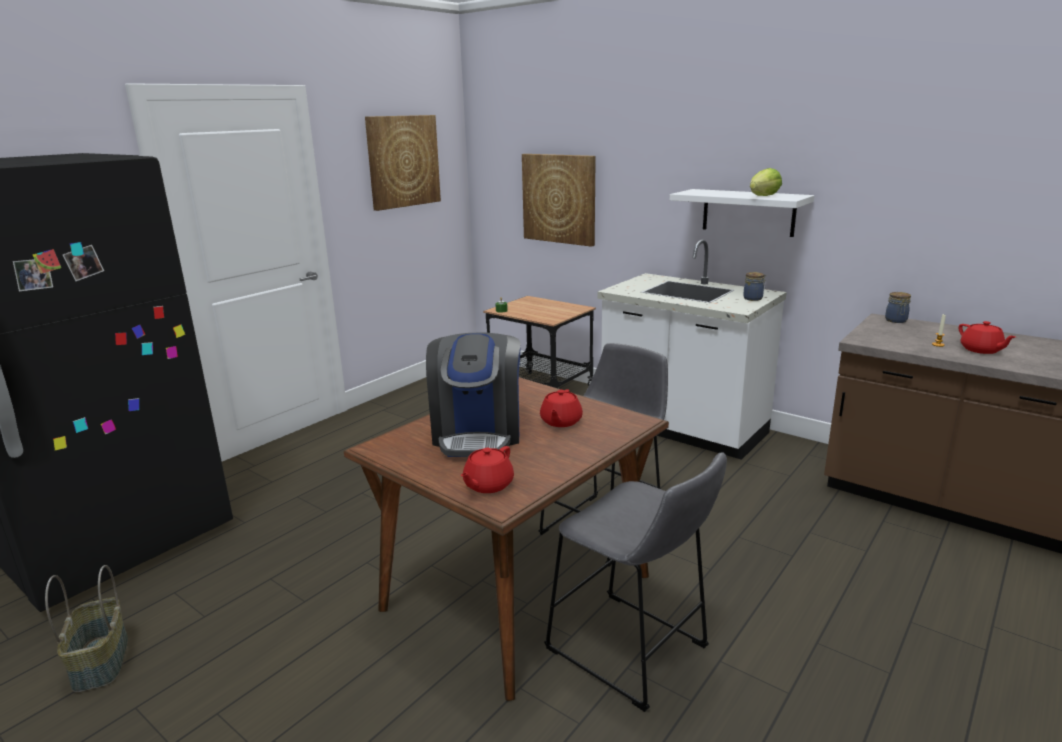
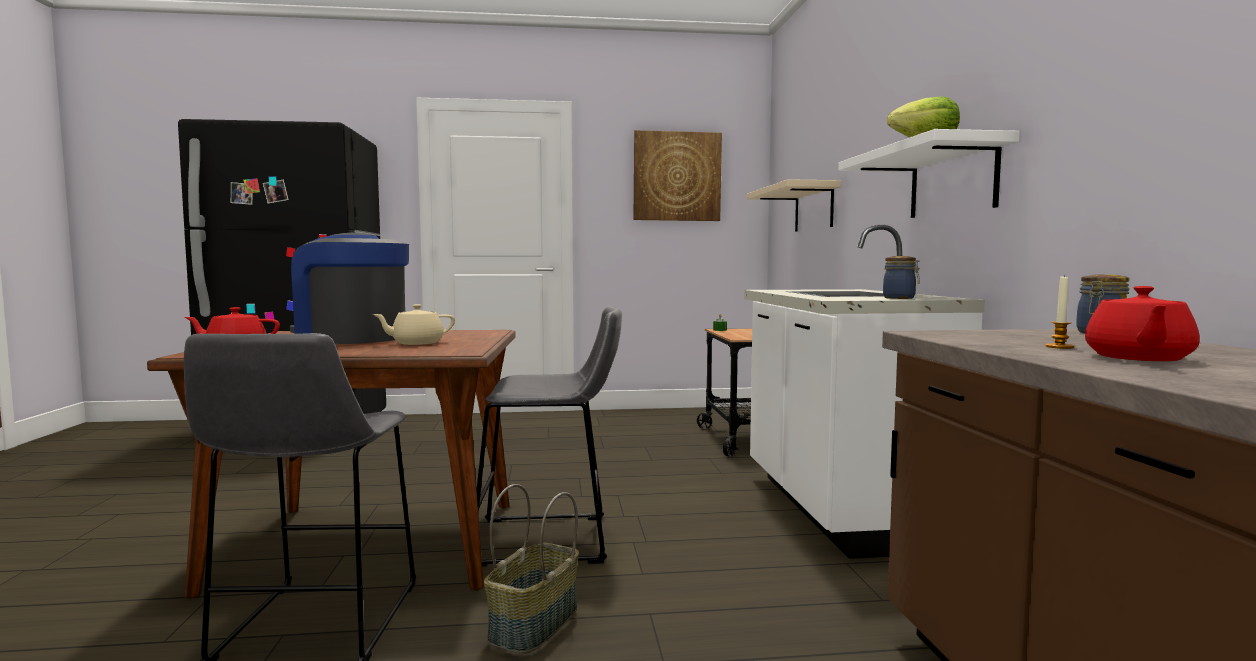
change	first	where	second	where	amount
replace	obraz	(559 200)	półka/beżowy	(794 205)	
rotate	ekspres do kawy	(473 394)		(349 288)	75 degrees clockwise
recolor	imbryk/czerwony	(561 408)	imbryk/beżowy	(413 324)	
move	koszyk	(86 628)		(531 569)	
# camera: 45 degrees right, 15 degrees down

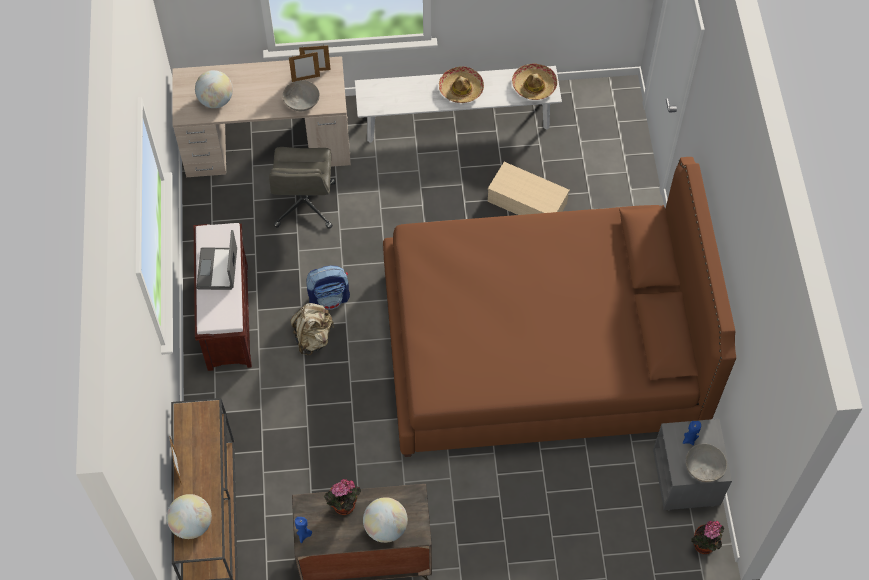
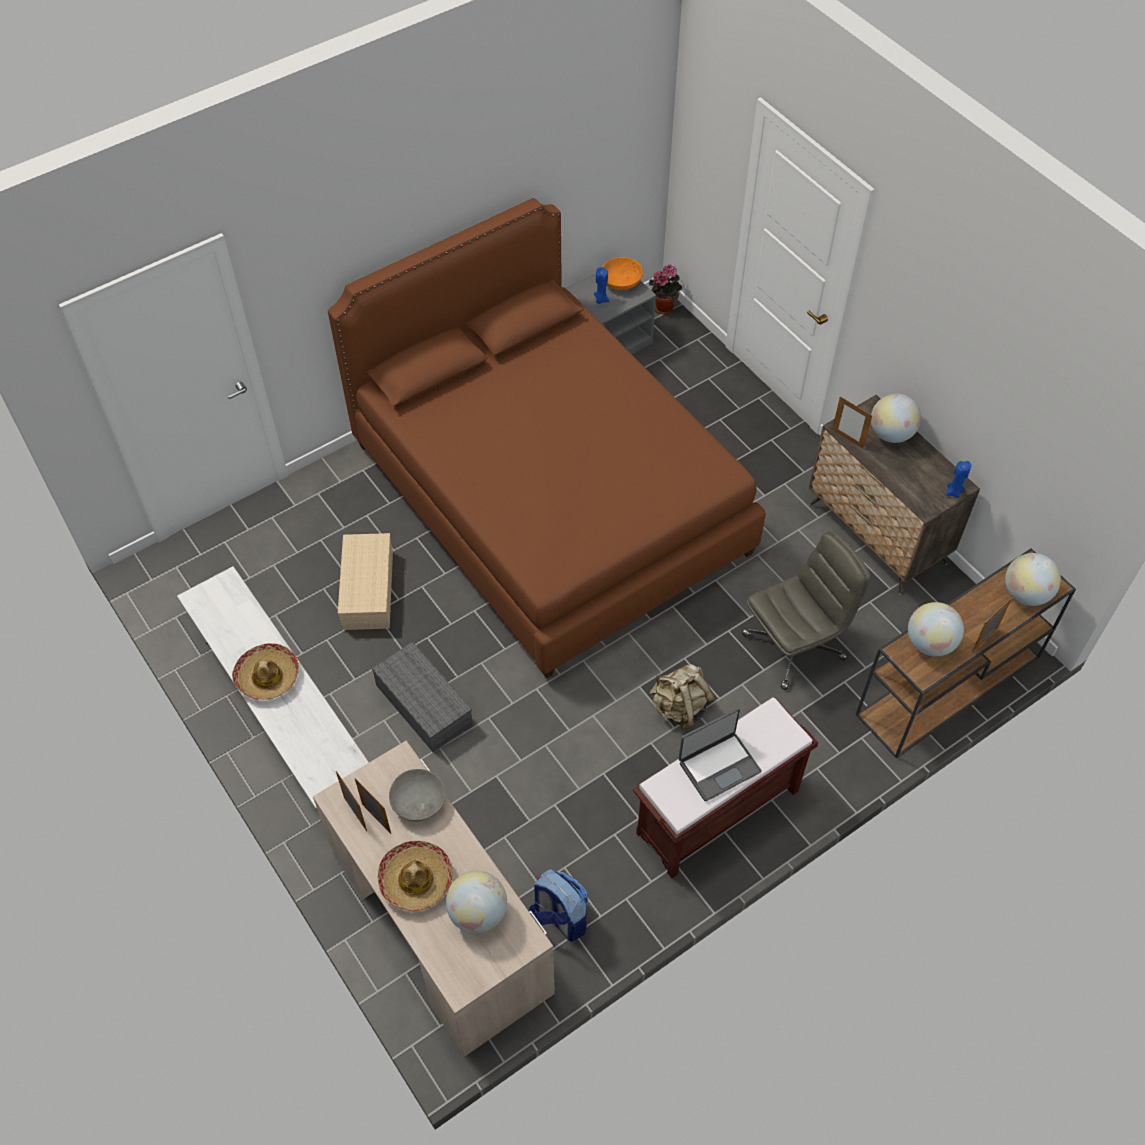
change	first	where	second	where	amount
move	kapelusz	(534 81)		(415 876)	
move	krzesło biurowe/szary	(302 188)		(806 610)	
move	plecak	(328 288)		(558 905)	
recolor	miska/szary	(706 463)	miska/pomarańczowy	(623 273)	
delete	roślina doniczkowa	(342 497)			
insert			ramka na zdjęcie	(852 422)	
insert			globus	(936 629)	
insert			pojemnik do przechowywania/szary	(422 697)	
# camera: 120 degrees left, 5 degrees down

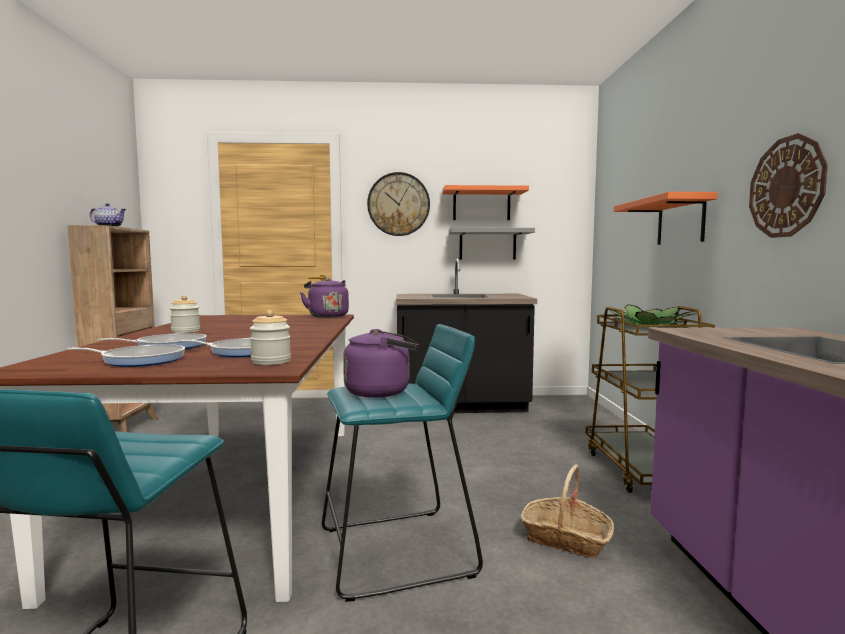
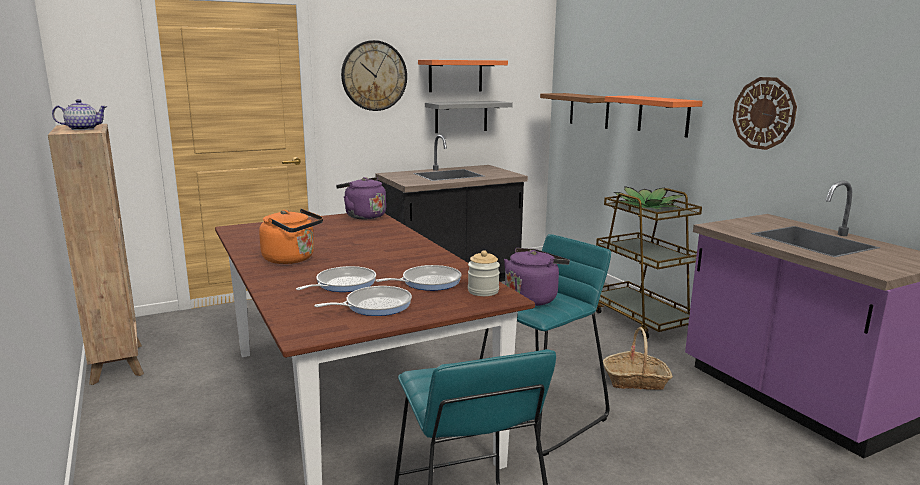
change	first	where	second	where	amount
replace	słoik	(185 314)	czajnik/pomarańczowy	(291 236)	
insert			półka/brązowy	(574 111)	
# camera: 25 degrees left, 10 degrees up

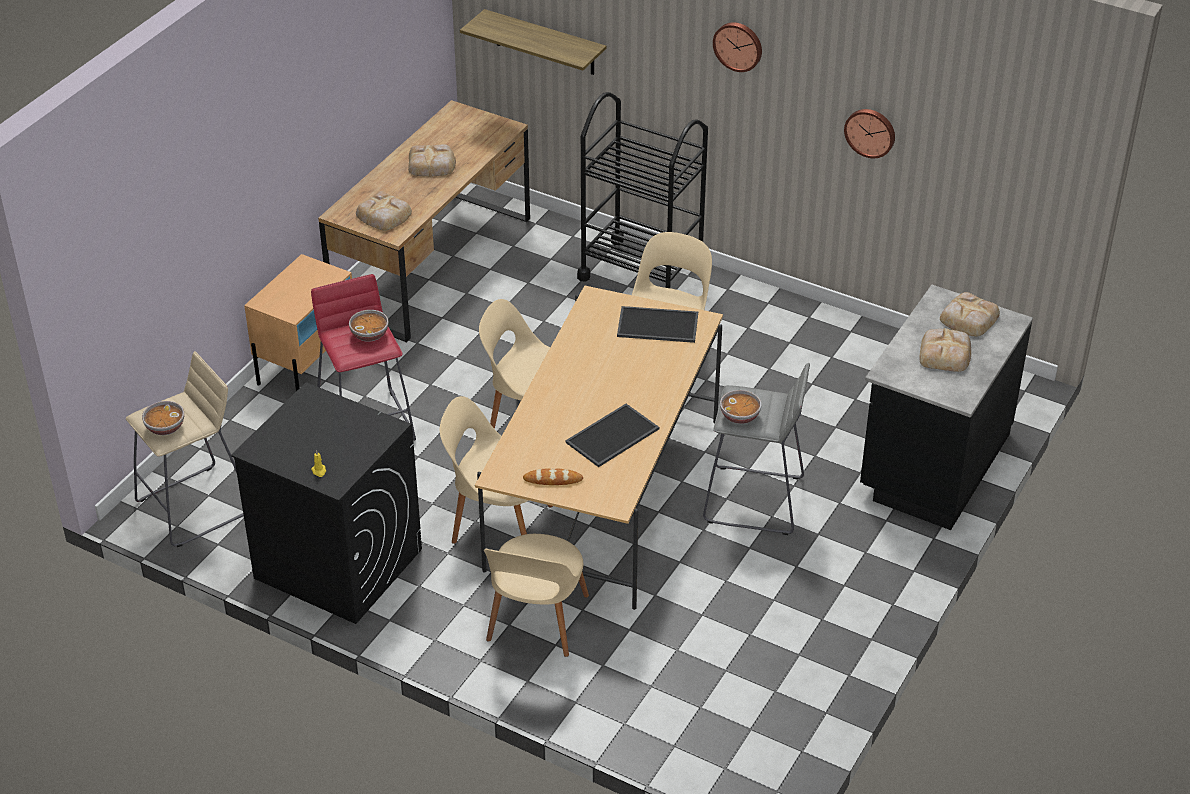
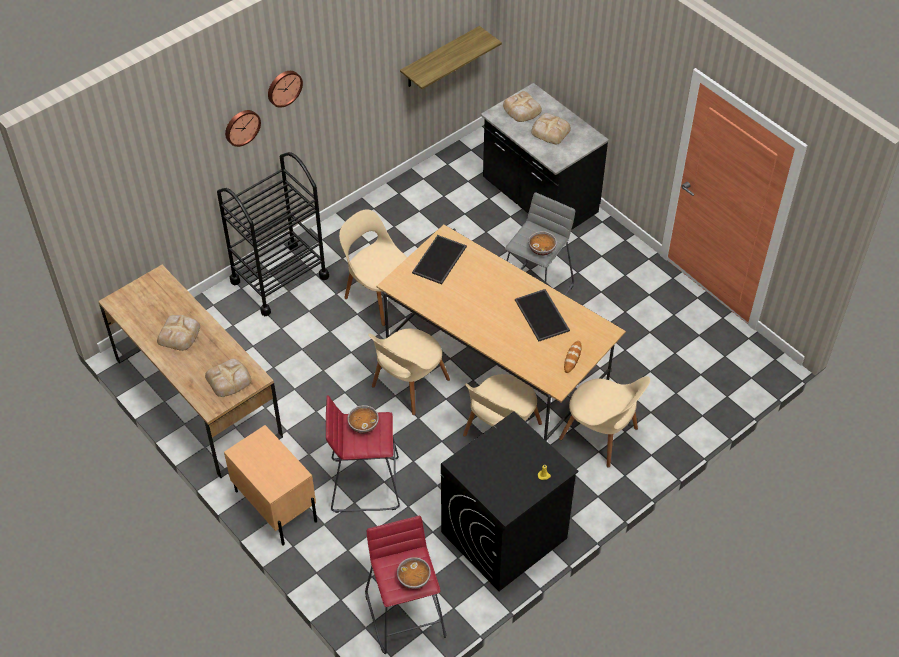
change	first	where	second	where	amount
move	półka	(533 42)		(451 57)	
move	zegar ścienny	(869 133)		(243 128)	
recolor	stołek/beżowy	(185 449)	stołek/czerwony	(405 585)	
# camera: 70 degrees left, 10 degrees up

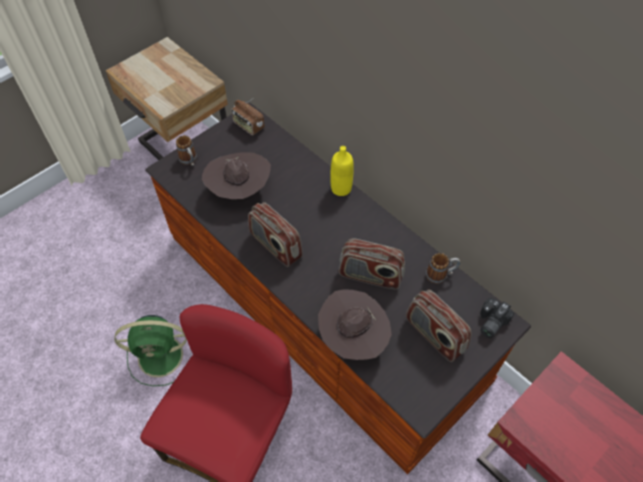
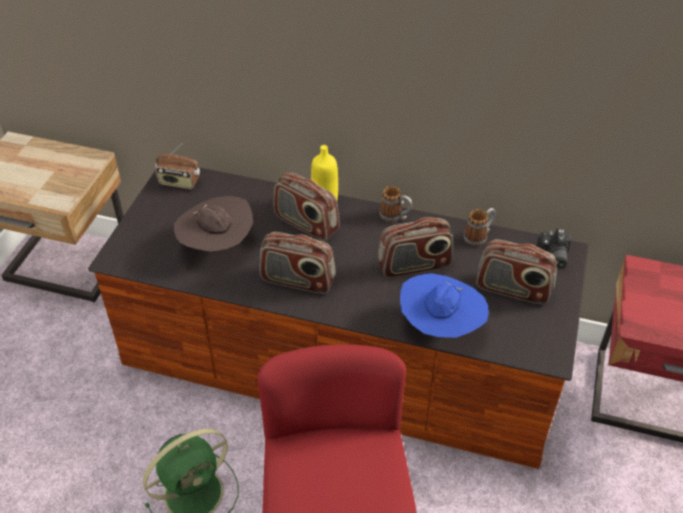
change	first	where	second	where	amount
move	kubek	(186 150)		(395 204)	
recolor	kapelusz/brązowy	(355 324)	kapelusz/niebieski	(444 305)	
insert			radio	(306 207)	
# camera: 30 degrees left, 10 degrees down

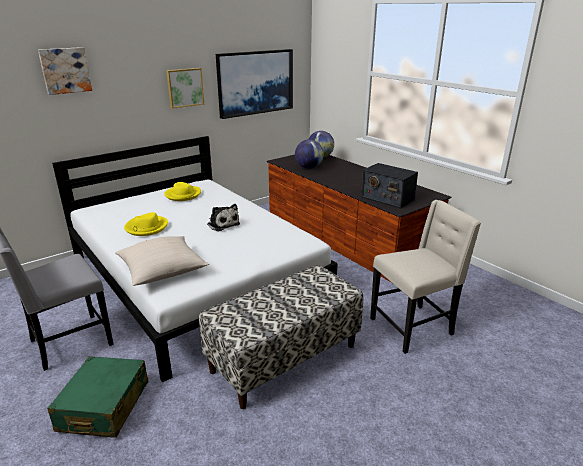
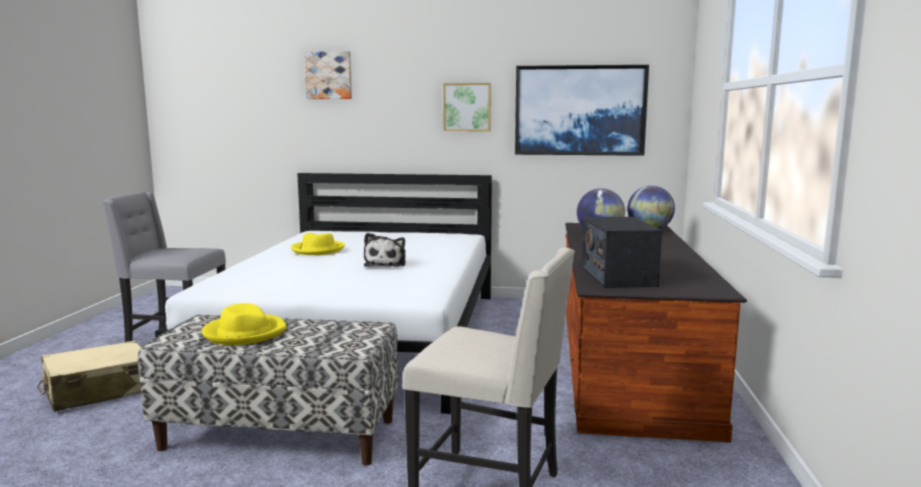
change	first	where	second	where	amount
move	kapelusz/żółty	(182 191)		(244 324)	
delete	poduszka/beżowy	(162 261)			
recolor	walizka/zielony	(97 397)	walizka/beżowy	(89 376)	
# camera: 45 degrees right, 15 degrees down

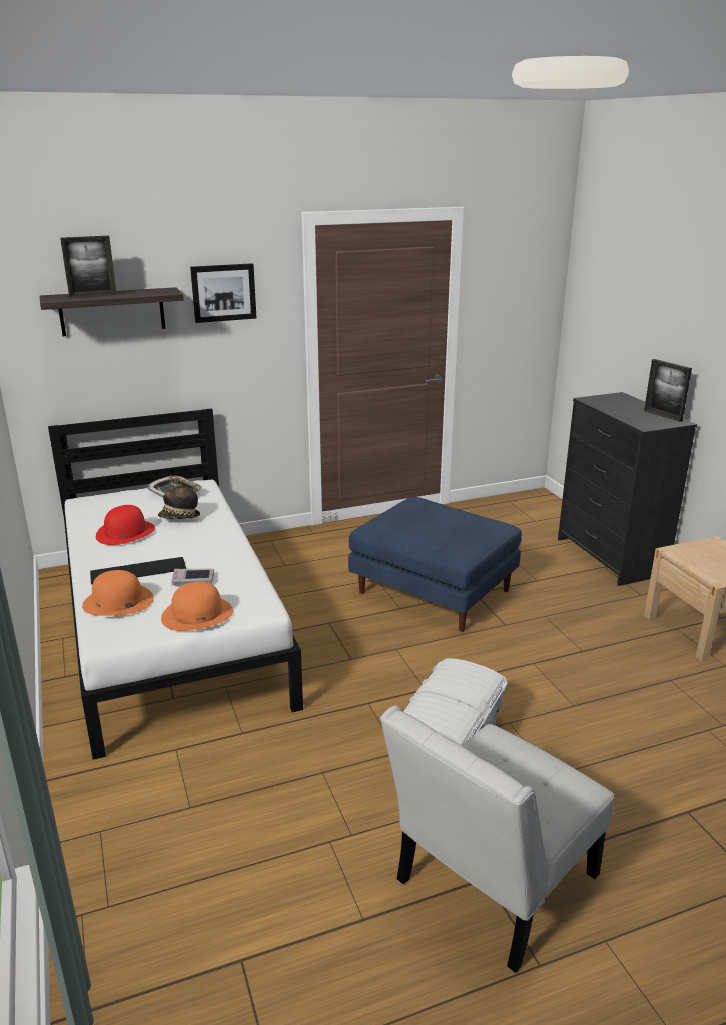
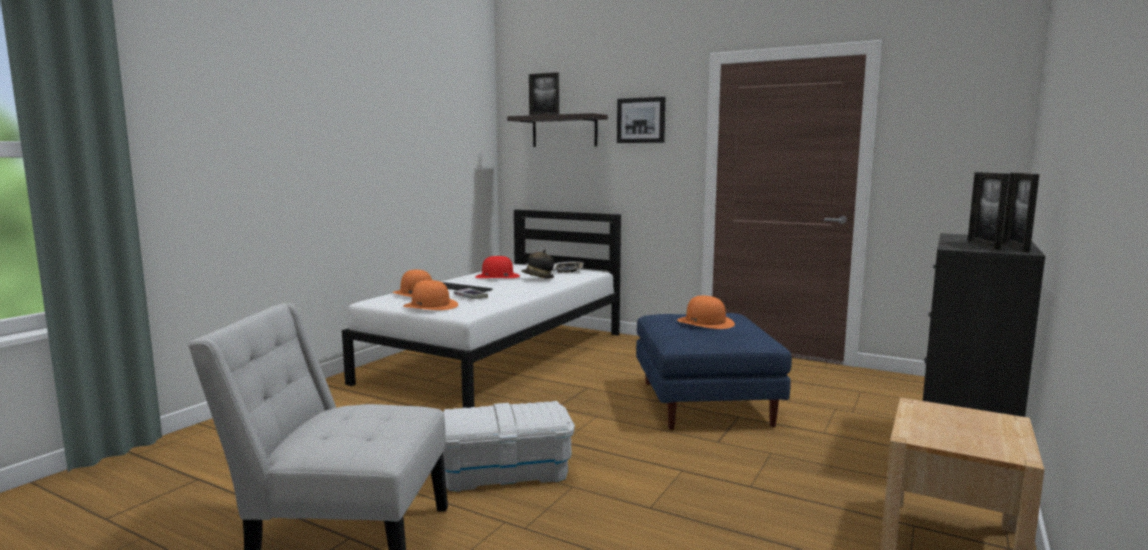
change	first	where	second	where	amount
insert			ramka na zdjęcie	(988 211)	
insert			kapelusz/pomarańczowy	(706 312)	
# camera: 50 degrees right, 15 degrees down

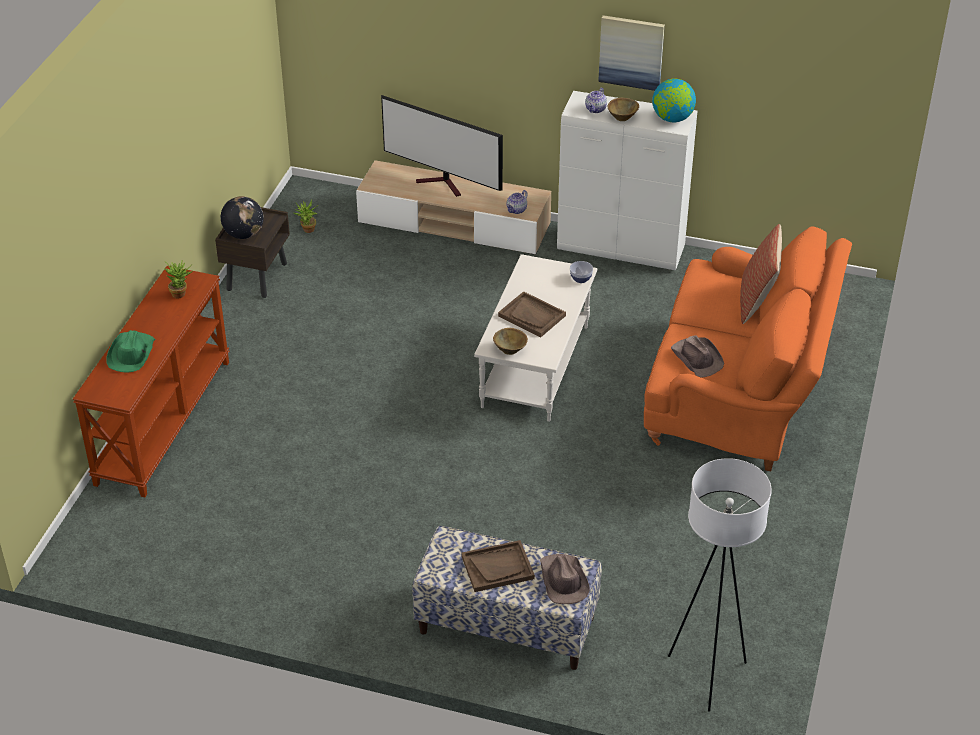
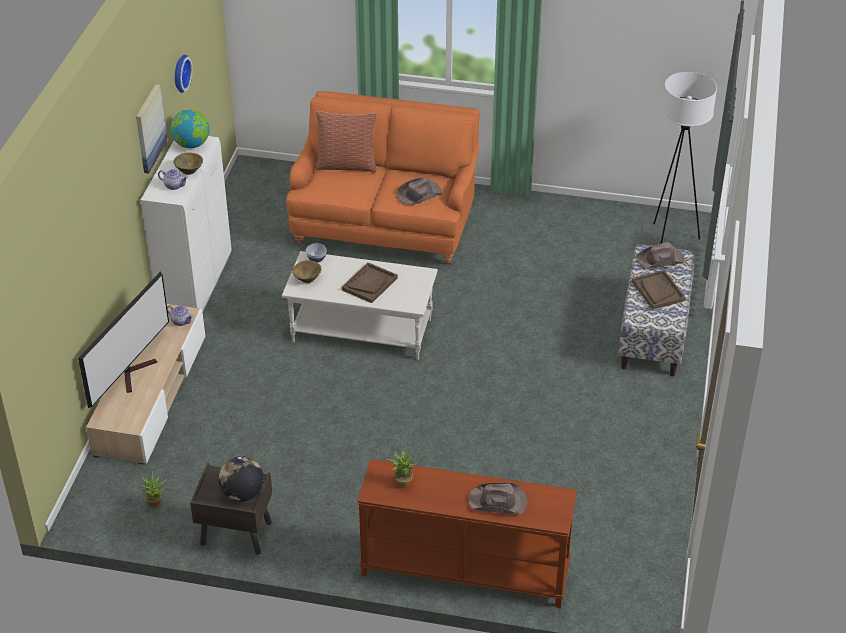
change	first	where	second	where	amount
move	miska/brązowy	(510 341)		(306 271)	
recolor	kapelusz/zielony	(130 351)	kapelusz/brązowy	(498 498)	
insert			zegar ścienny	(184 74)	
# camera: 95 degrees left, 0 degrees up

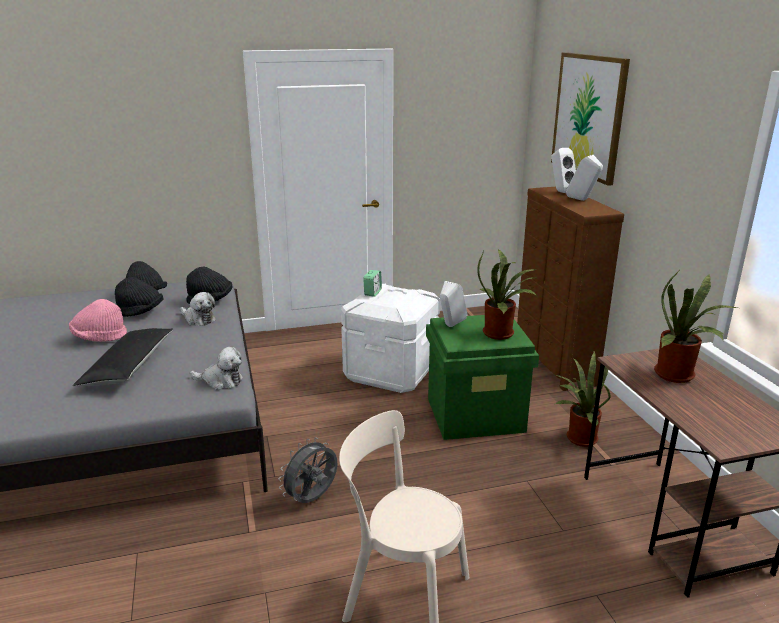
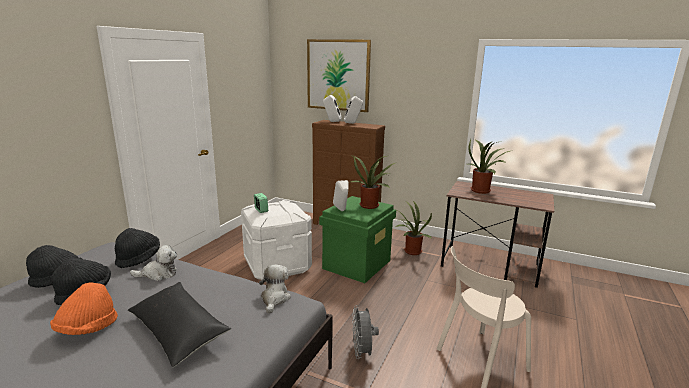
change	first	where	second	where	amount
recolor	kapelusz/różowy	(98 320)	kapelusz/pomarańczowy	(84 308)	
rotate	pluszak	(216 368)		(275 289)	45 degrees counterclockwise
# camera: 50 degrees left, 5 degrees down

